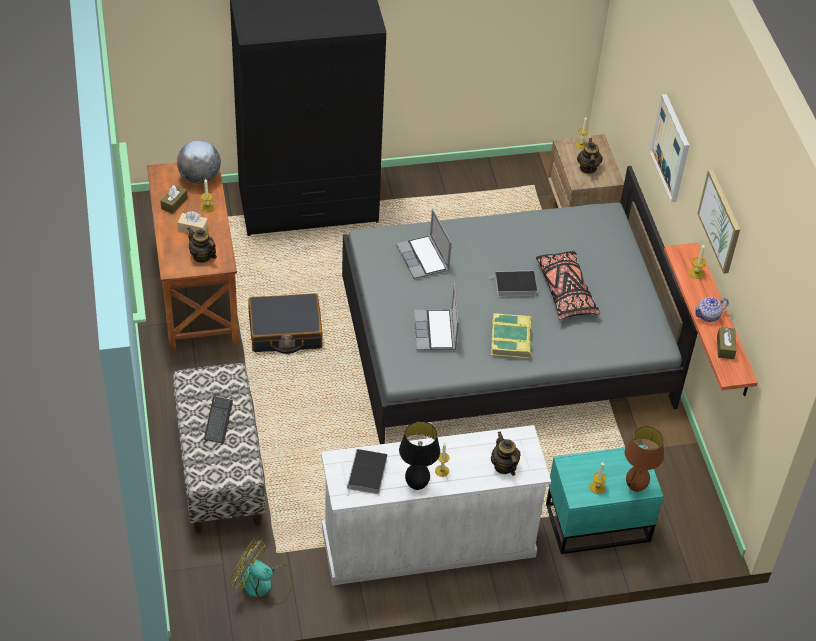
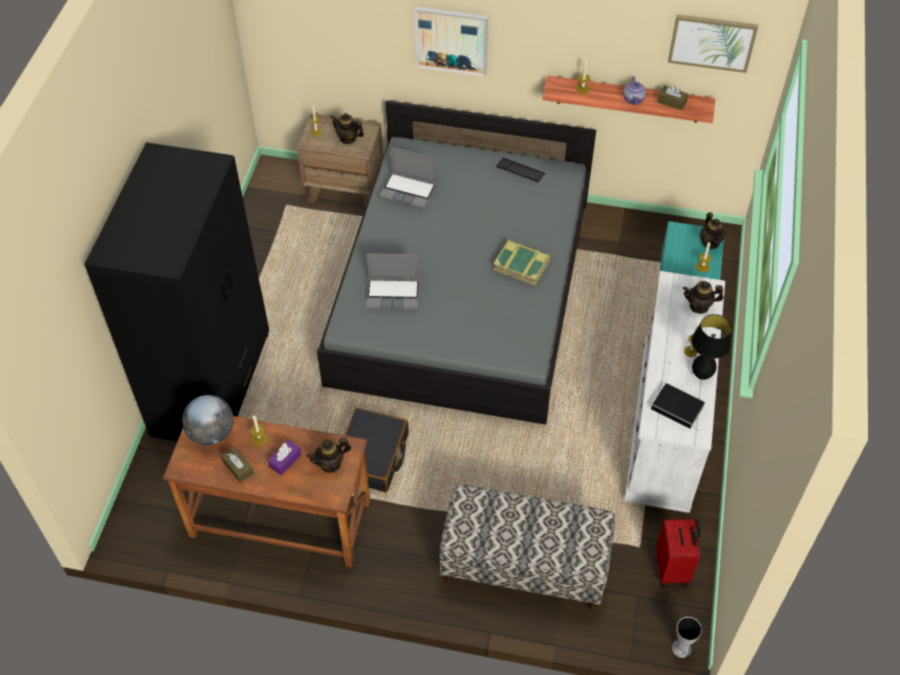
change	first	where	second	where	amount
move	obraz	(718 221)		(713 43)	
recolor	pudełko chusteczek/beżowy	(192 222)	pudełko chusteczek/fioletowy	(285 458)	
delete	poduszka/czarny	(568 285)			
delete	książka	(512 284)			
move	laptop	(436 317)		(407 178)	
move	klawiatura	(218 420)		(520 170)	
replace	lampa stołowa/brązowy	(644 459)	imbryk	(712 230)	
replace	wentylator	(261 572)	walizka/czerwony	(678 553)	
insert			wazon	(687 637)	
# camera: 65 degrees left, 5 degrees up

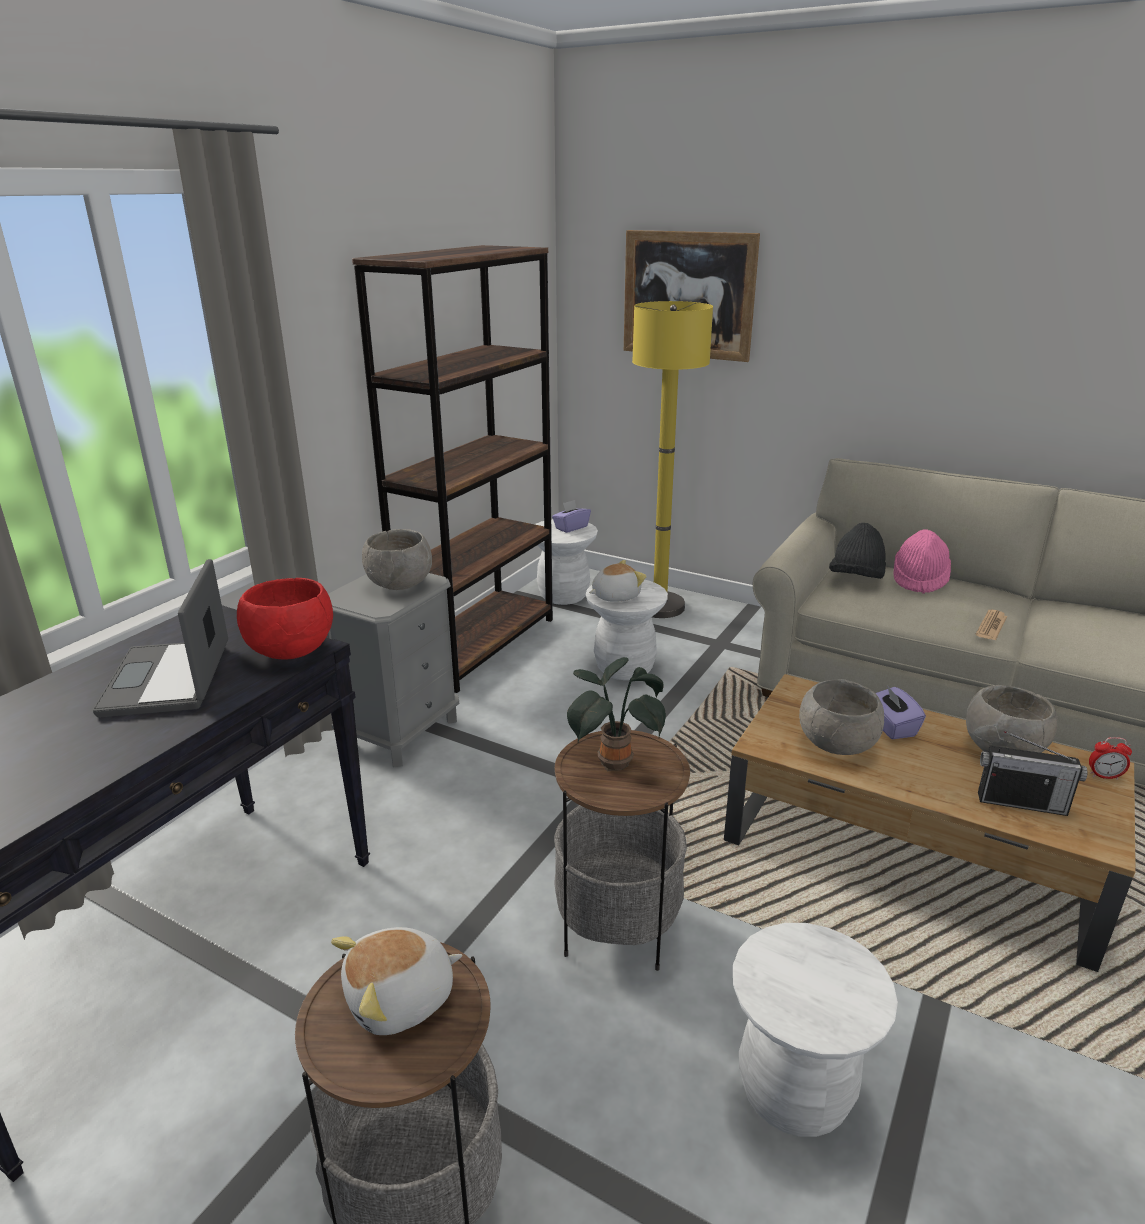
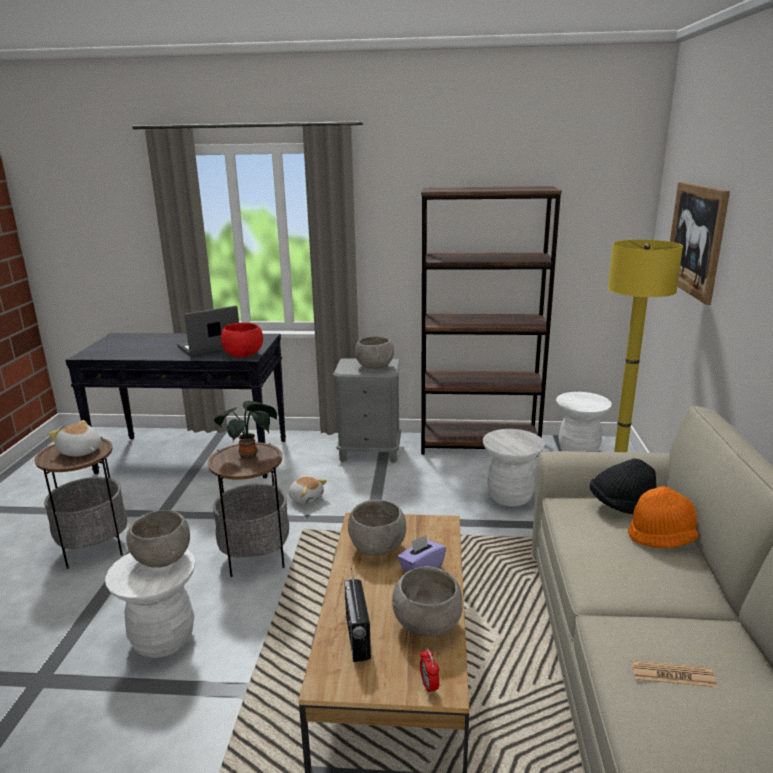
change	first	where	second	where	amount
delete	pudełko chusteczek/fioletowy	(571 516)			
recolor	kapelusz/różowy	(922 561)	kapelusz/pomarańczowy	(663 517)	
move	pluszak	(618 581)		(308 491)	
move	gazeta	(991 625)		(674 674)	
insert			miska/szary	(158 539)	
# camera: 65 degrees right, 5 degrees down

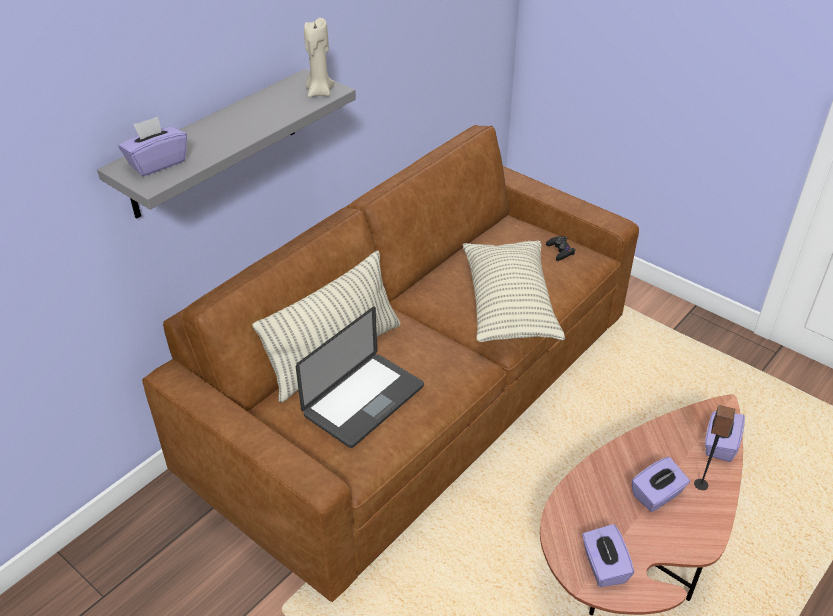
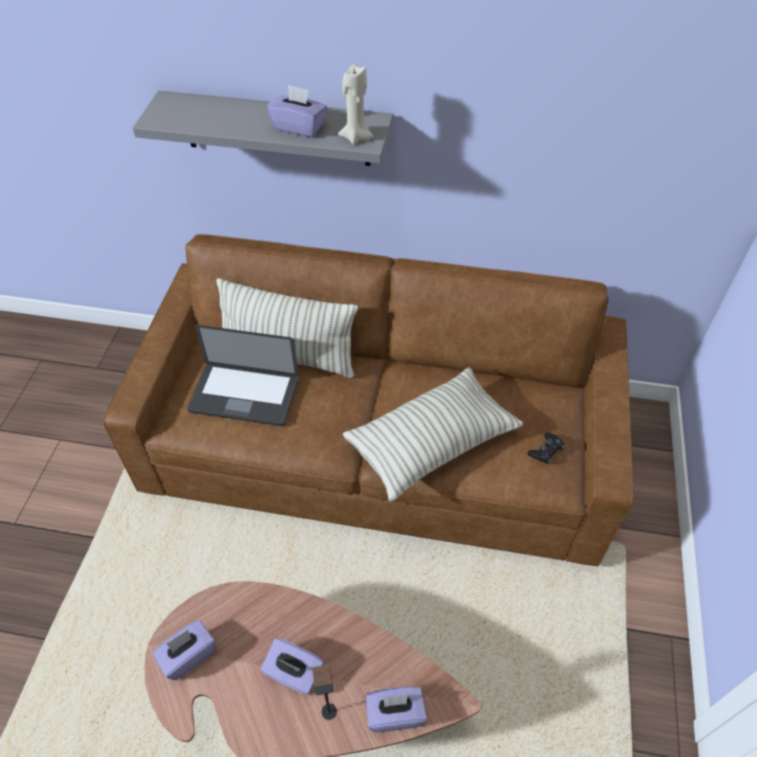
change	first	where	second	where	amount
move	pudełko chusteczek/fioletowy	(152 147)		(297 111)	
# camera: 60 degrees right, 10 degrees up

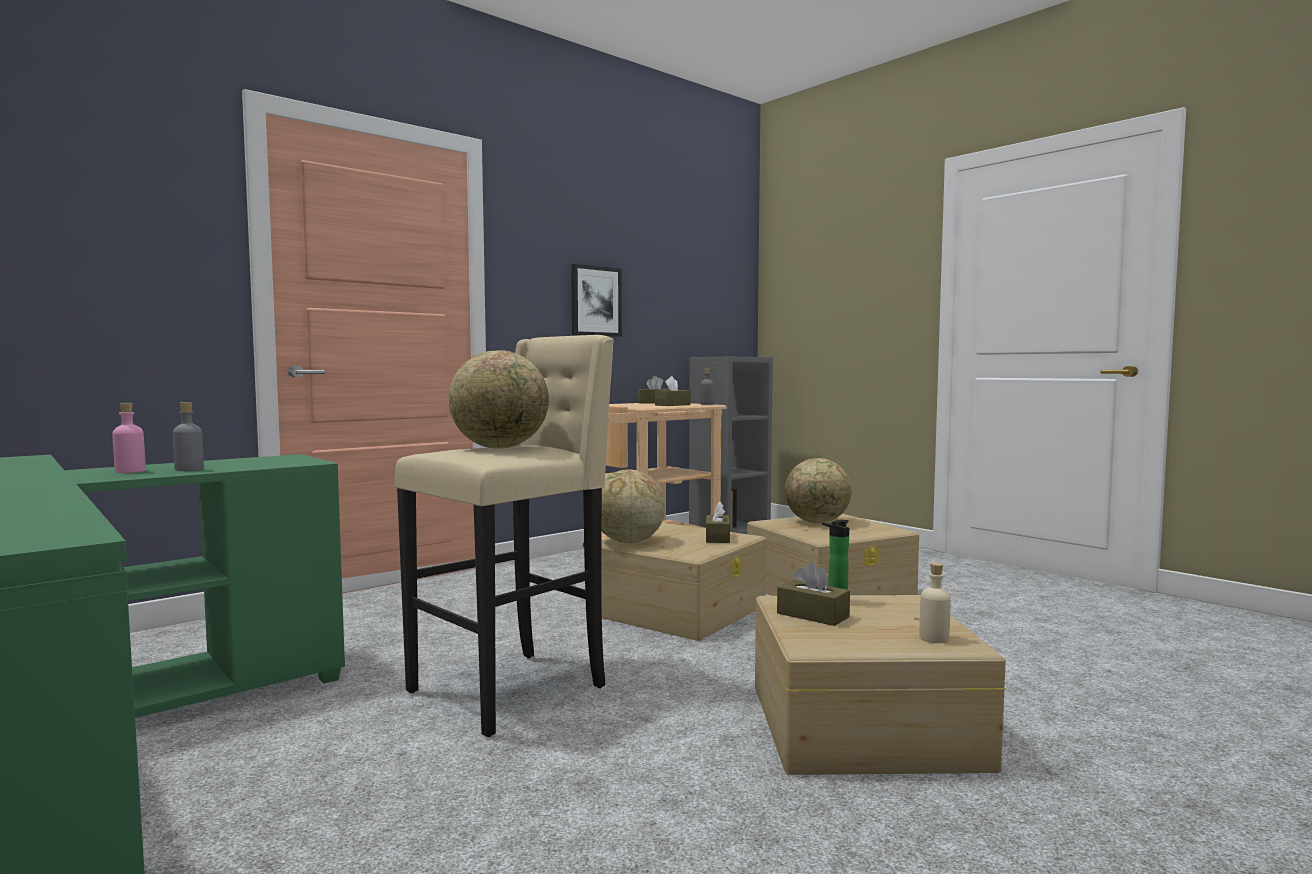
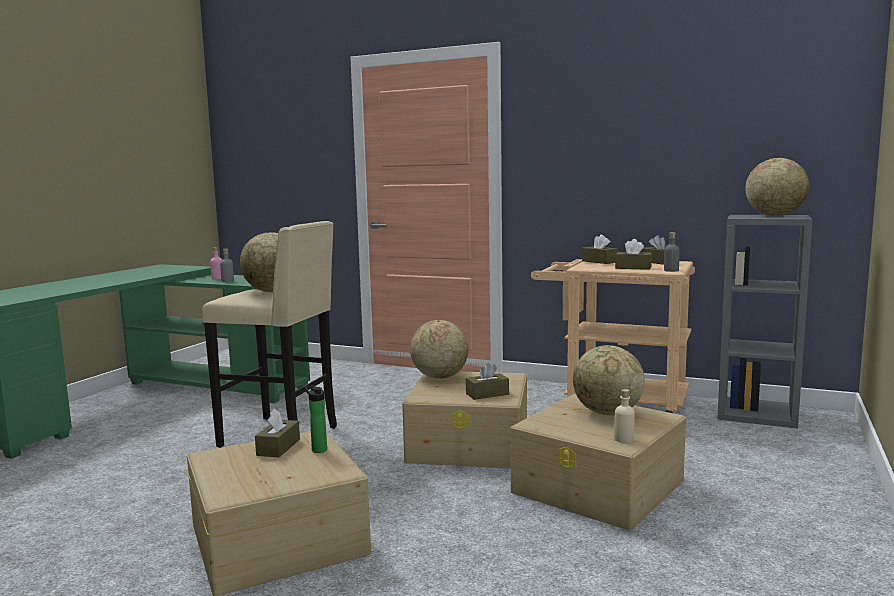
change	first	where	second	where	amount
delete	obraz	(596 300)			
move	butelka/beżowy	(935 603)		(624 416)	
insert			globus	(777 187)	
insert			pudełko chusteczek/brązowy	(600 249)	
# camera: 65 degrees right, 5 degrees up

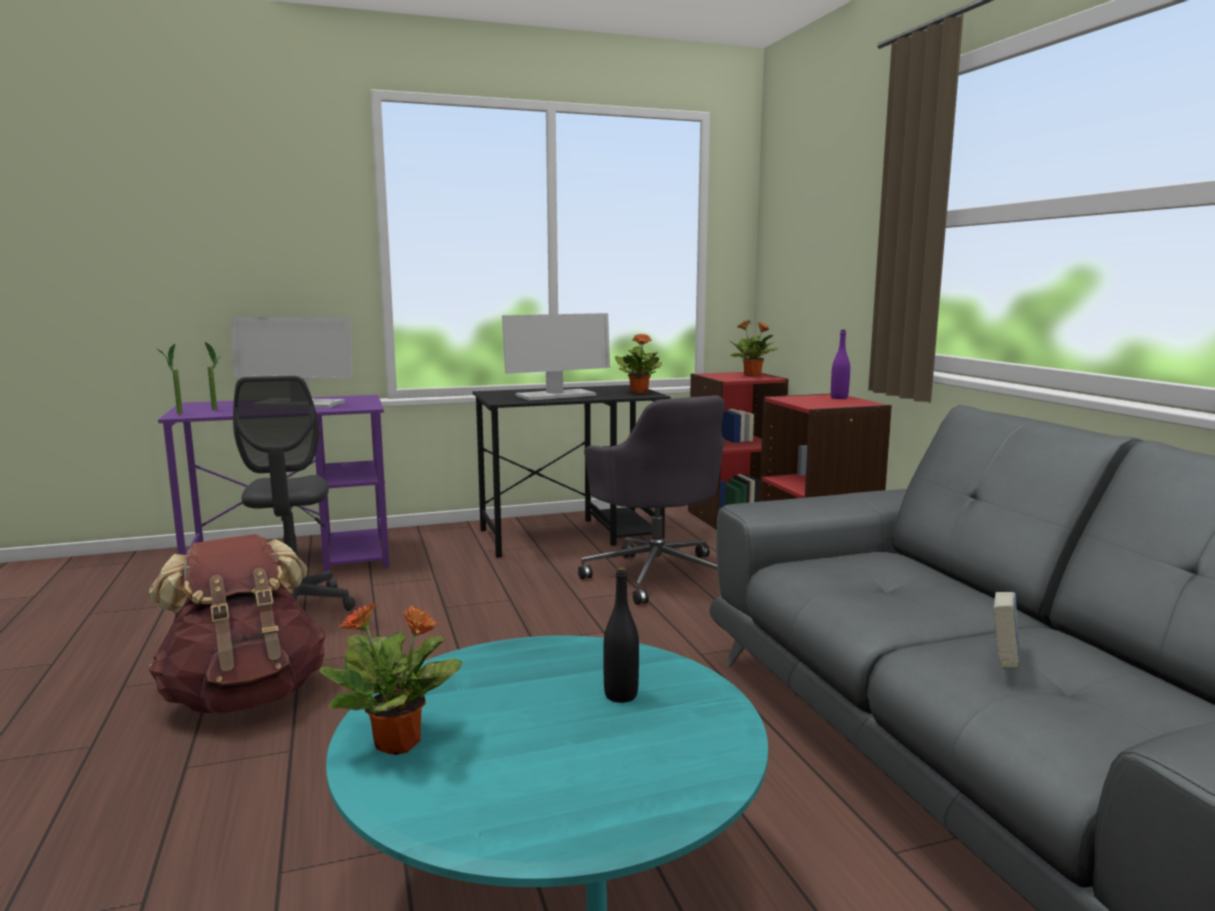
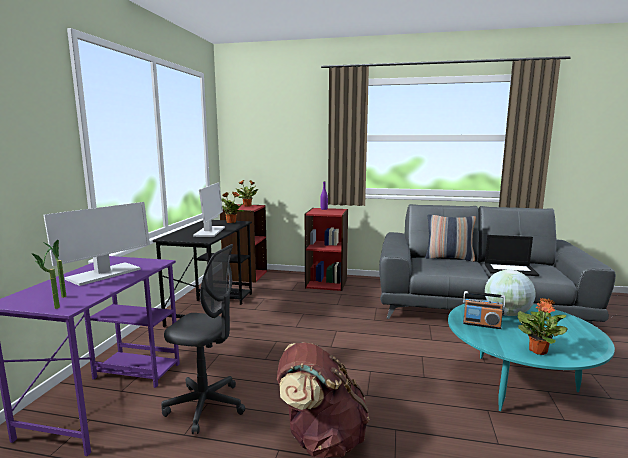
change	first	where	second	where	amount
delete	krzesło biurowe/szary	(651 500)			
replace	butelka/czarny	(621 635)	globus	(510 293)	
replace	książka	(1006 630)	laptop	(512 255)	
insert			poduszka	(450 238)	
insert			radio	(484 310)	
# camera: 60 degrees left, 0 degrees up

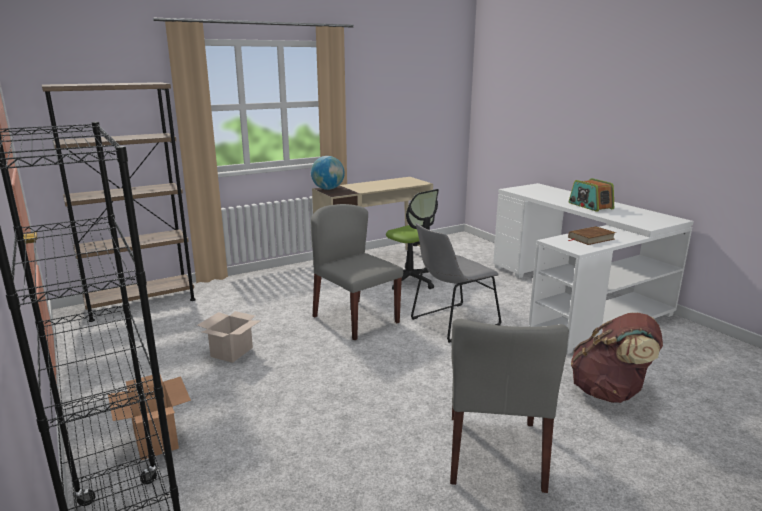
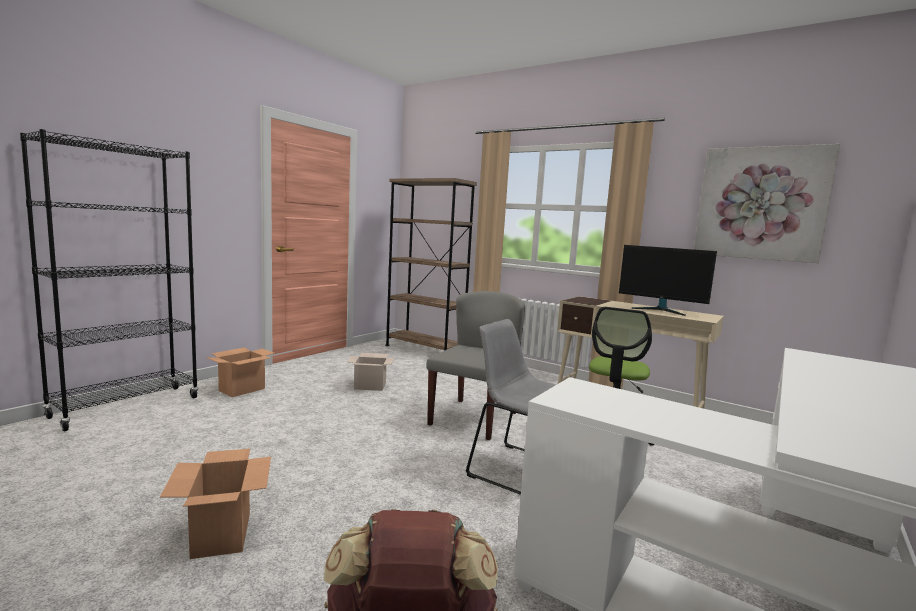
change	first	where	second	where	amount
delete	globus	(328 173)			
delete	radio	(591 195)			
delete	książka/brązowy	(591 235)			
replace	krzesło/szary	(509 406)	karton	(215 504)	
insert			obraz	(767 203)	
insert			monitor	(668 280)	
# camera: 65 degrees right, 10 degrees down

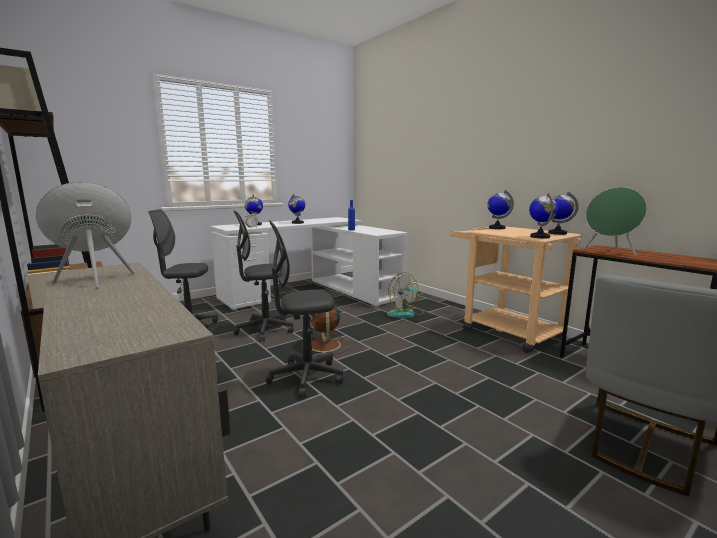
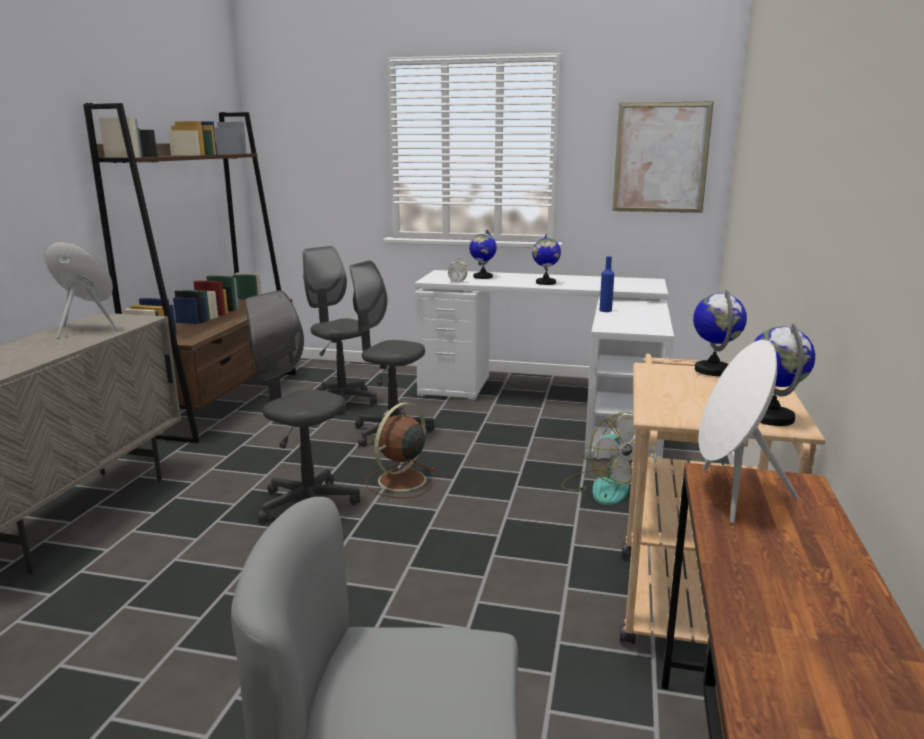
change	first	where	second	where	amount
recolor	głośnik/zielony	(615 221)	głośnik/biały	(748 431)	
delete	globus	(543 216)			
rotate	wentylator	(405 295)		(608 458)	120 degrees counterclockwise
insert			obraz	(663 157)	
# camera: 50 degrees right, 5 degrees up

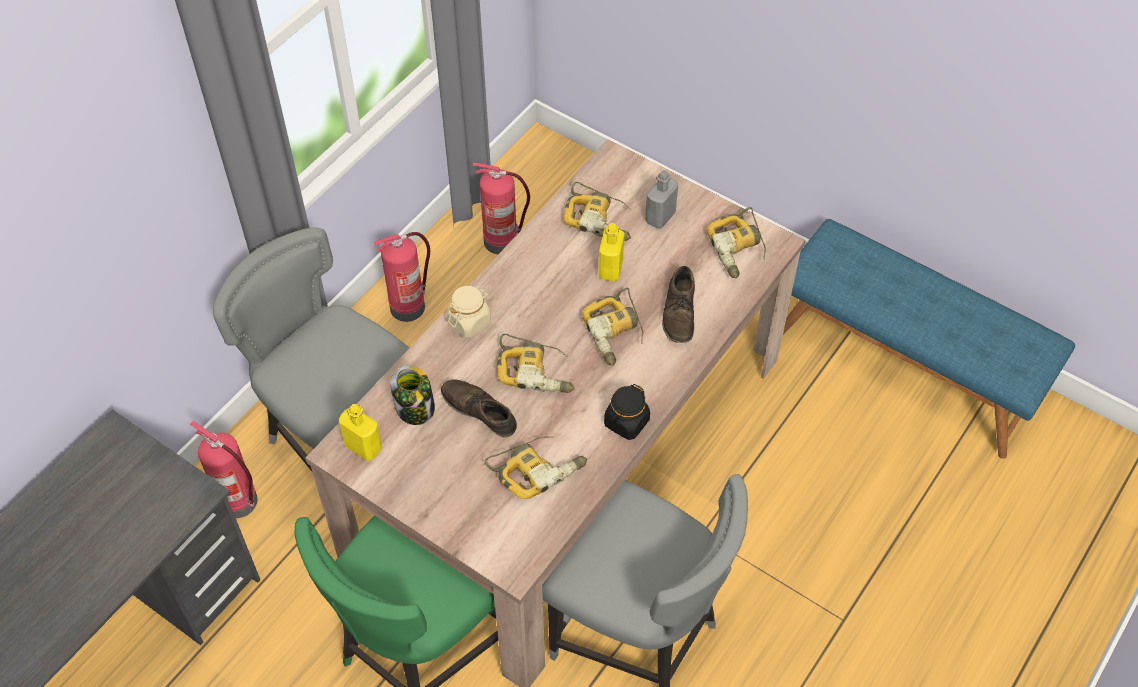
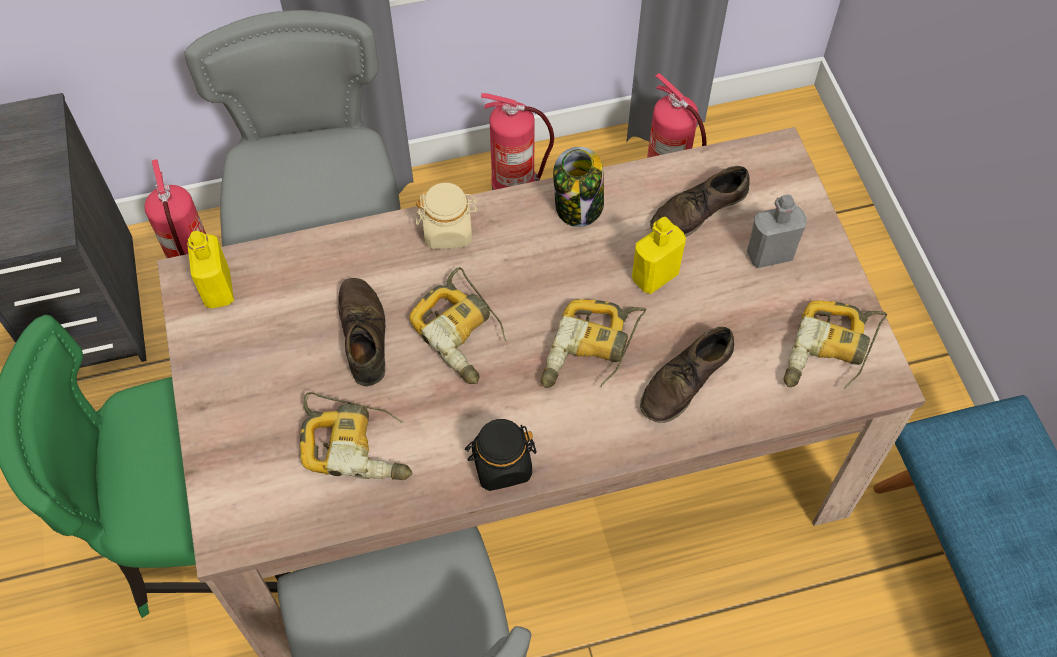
change	first	where	second	where	amount
replace	wiertarka	(597 211)	but/brązowy	(700 201)	
move	słoik	(412 395)		(578 187)	
# camera: 40 degrees right, 5 degrees up

